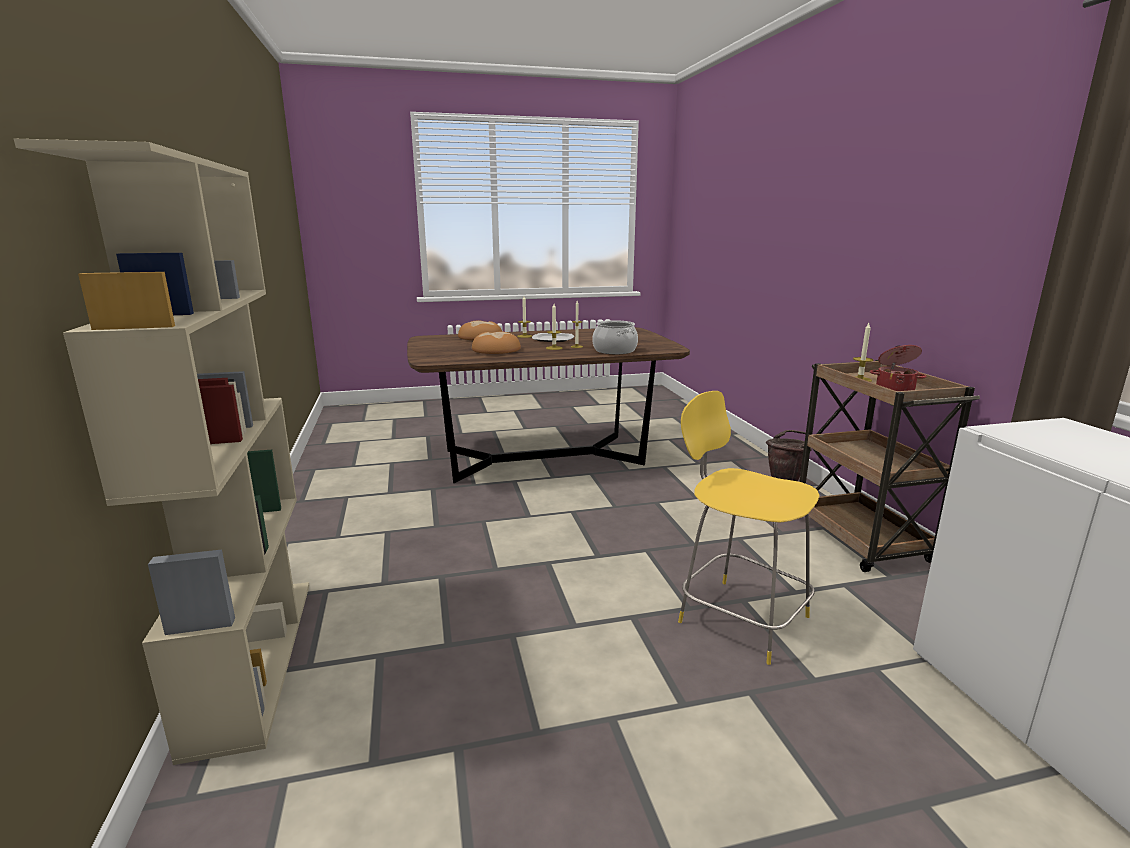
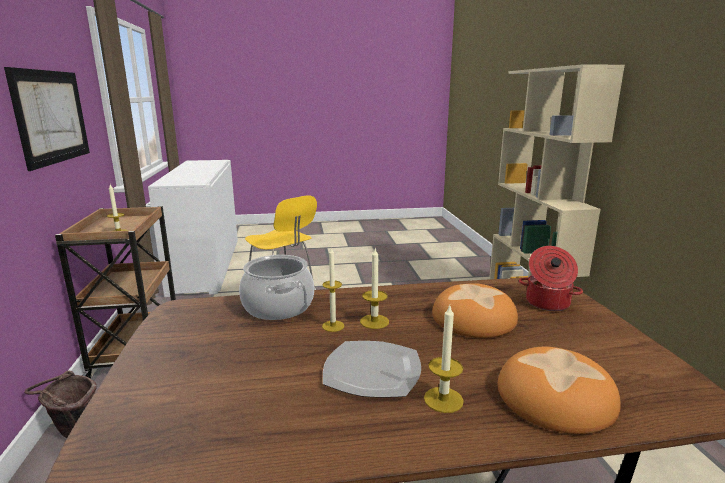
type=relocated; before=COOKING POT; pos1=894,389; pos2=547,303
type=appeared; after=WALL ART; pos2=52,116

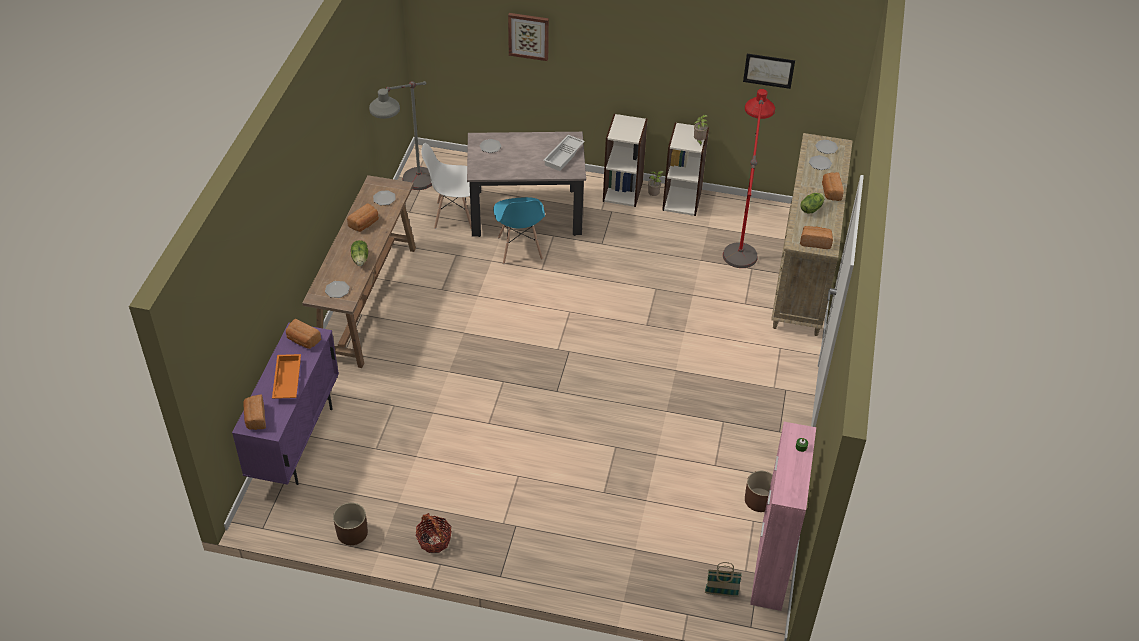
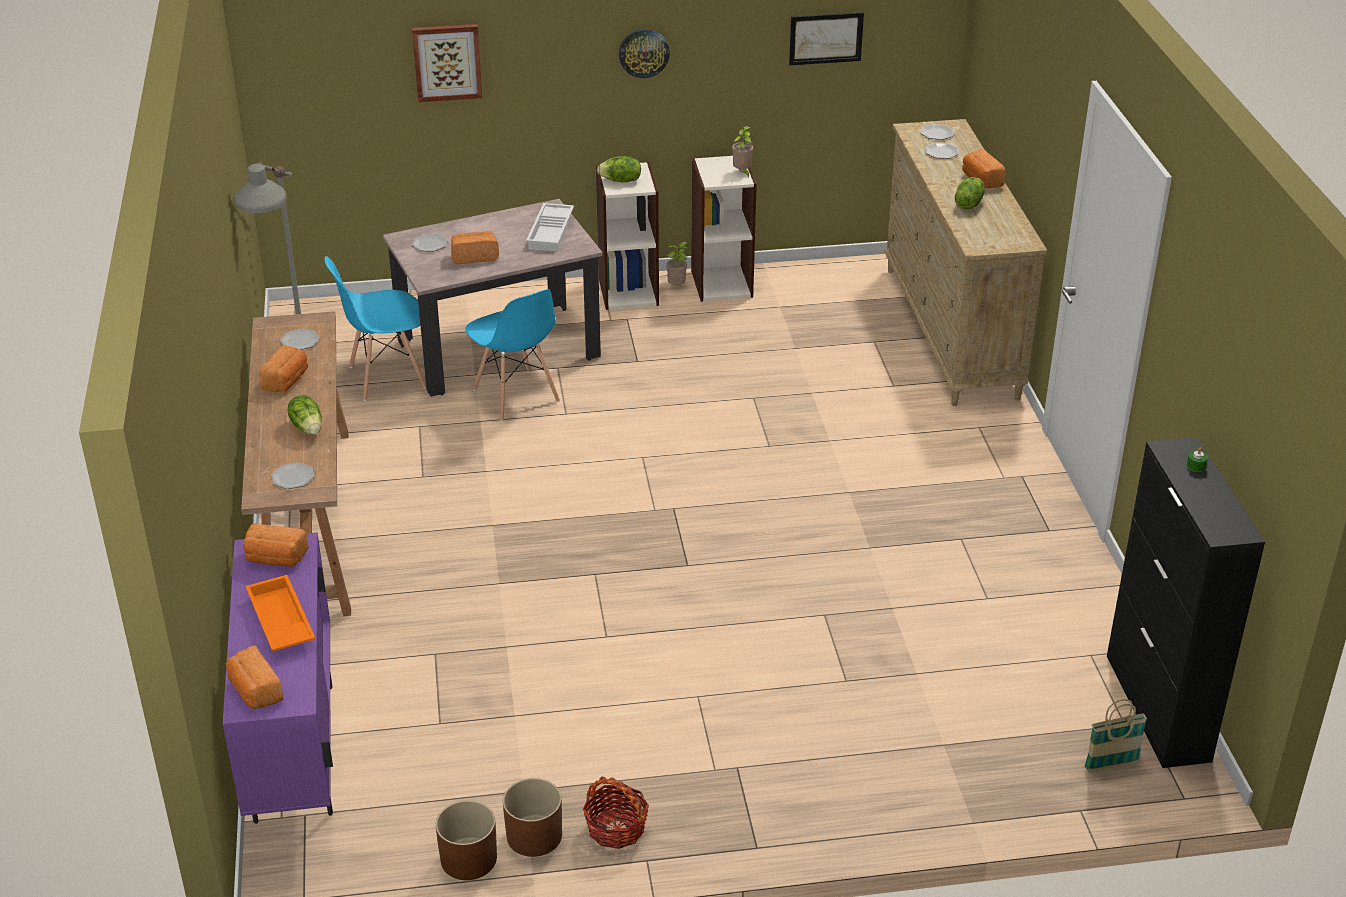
type=missing; before=RED STANDING LAMP; pos1=741,239
type=colour; before=WHITE UPRIGHT CHAIR; after=BLUISH UPRIGHT CHAIR; pos1=454,216; pos2=386,377
type=relocated; before=BAKERY BREAD; pos1=815,242; pos2=474,256
type=colour; before=PINK CABINET; after=BLACK CABINET; pos1=771,567; pos2=1157,708
type=relocated; before=BROWN PLANTER; pos1=759,500; pos2=535,835
type=appeared; after=CLOCK ON THE WALL; pos2=644,53
type=appeared; after=LETTUCE; pos2=621,181

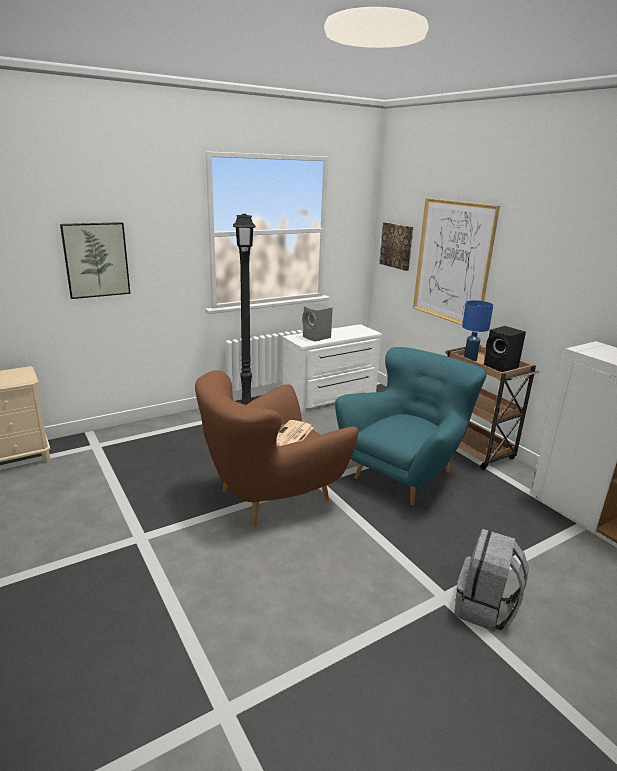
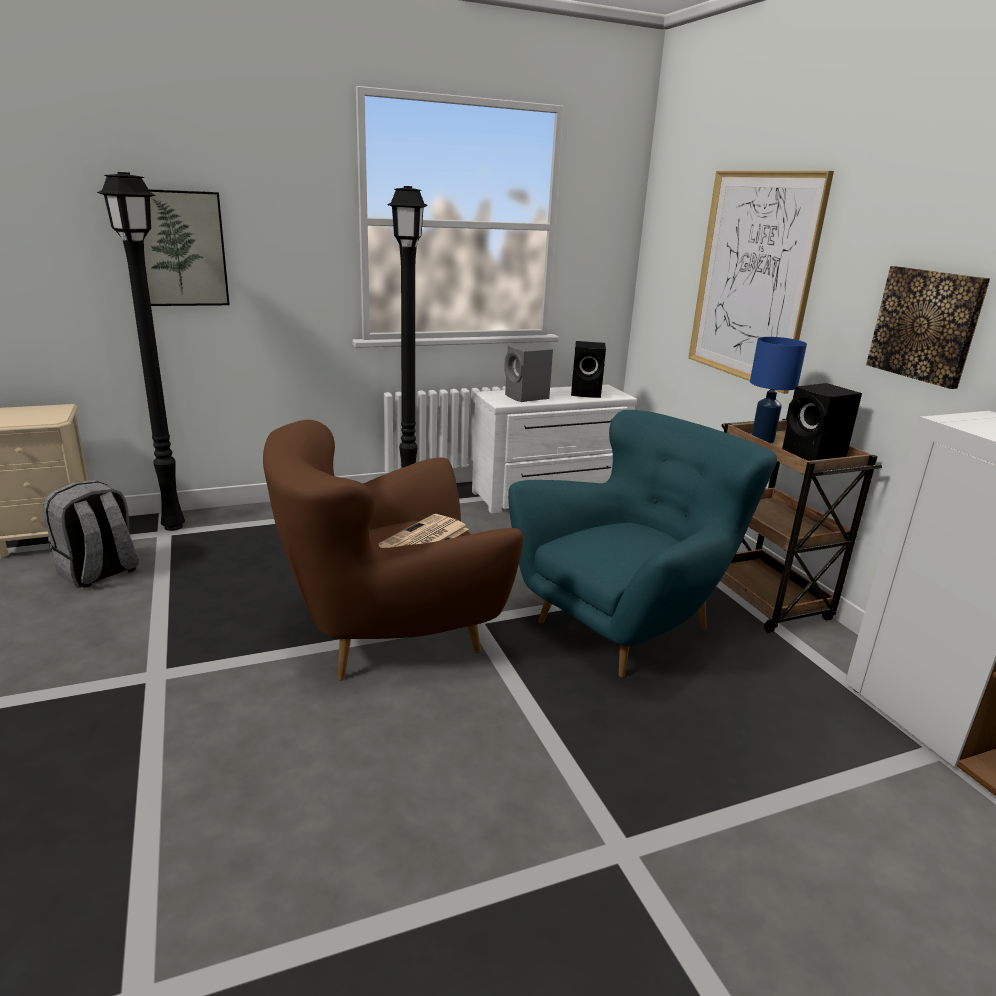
type=relocated; before=WALL ART; pos1=397,246; pos2=926,325
type=relocated; before=GREY KNAPSACK; pos1=485,608; pos2=99,573
type=appeared; after=BLACK STANDING LAMP; pos2=173,528
type=appeared; after=BLACK SPEAKER; pos2=587,393

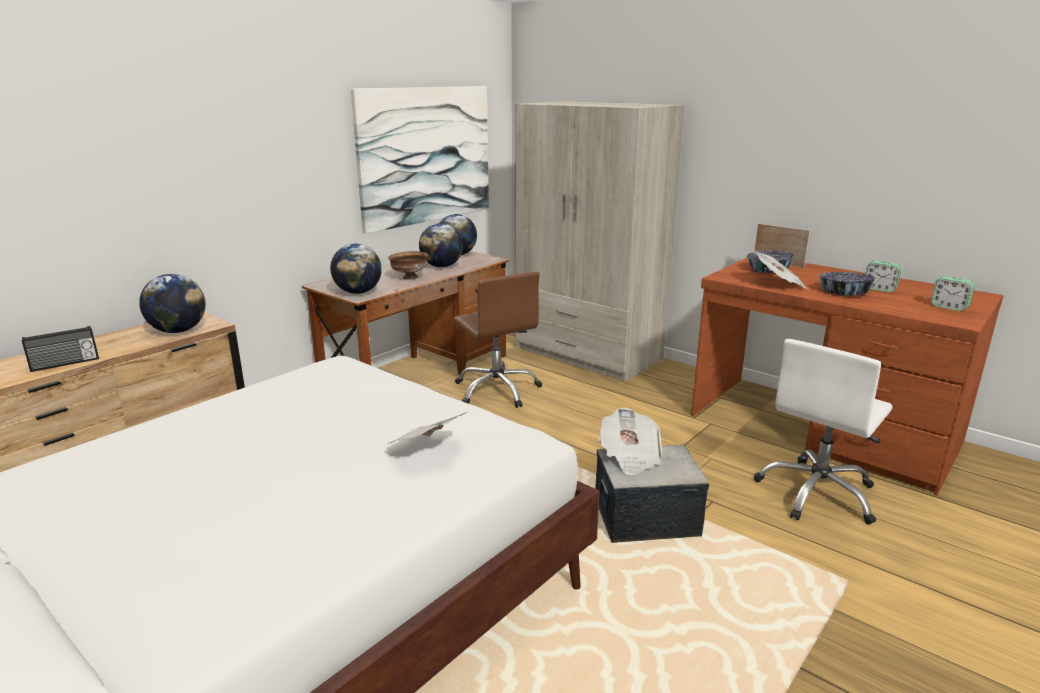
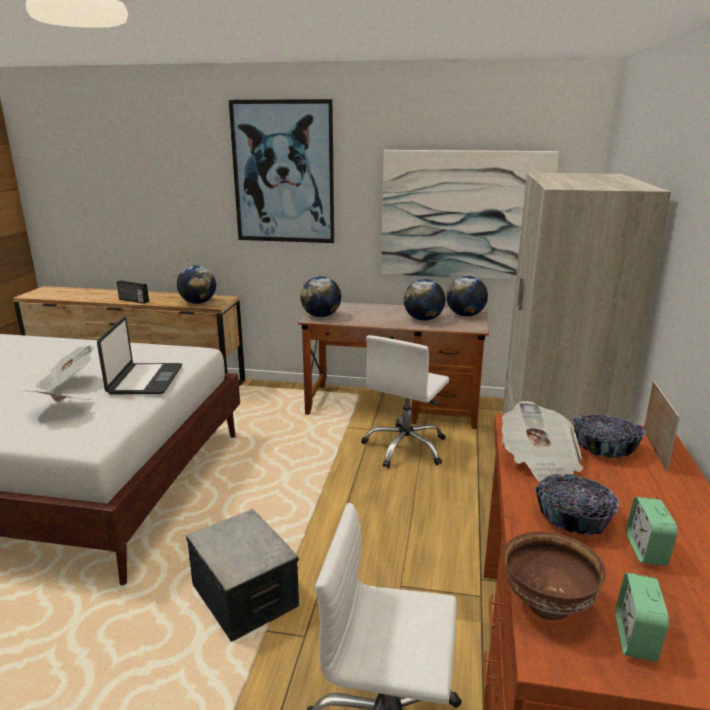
type=relocated; before=BROWN BOWL; pos1=409,278; pos2=546,605
type=colour; before=BROWN OFFICE CHAIR; after=WHITE OFFICE CHAIR; pos1=497,390; pos2=405,447
type=relocated; before=PRINTED PAPER; pos1=630,457; pos2=67,382
type=appeared; after=WALL ART; pos2=283,173
type=appeared; after=LAPTOP; pos2=144,380

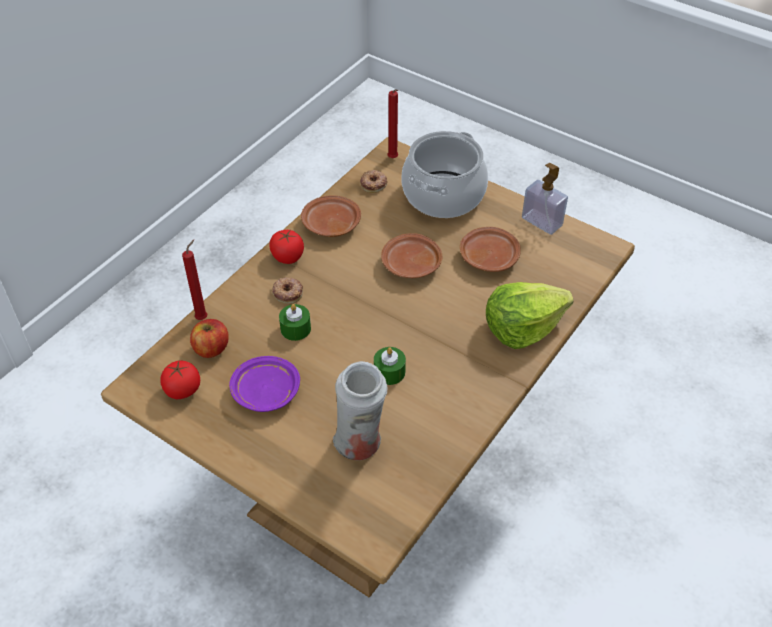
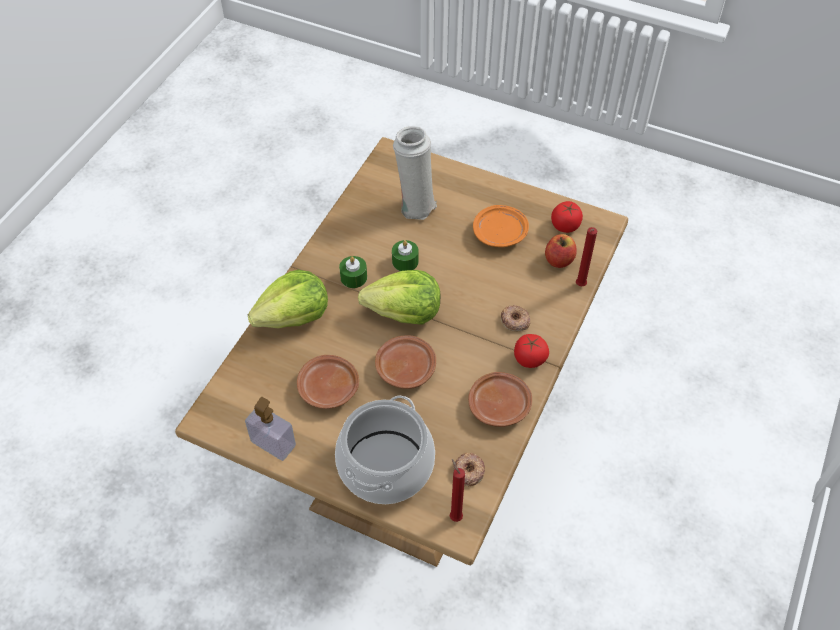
type=relocated; before=GREEN CANDLE; pos1=295,329; pos2=353,277
type=colour; before=PURPLE-COLOURED FLAT DISH; after=ORANGEY FLAT DISH; pos1=265,392; pos2=500,233
type=appeared; after=LETTUCE; pos2=404,313

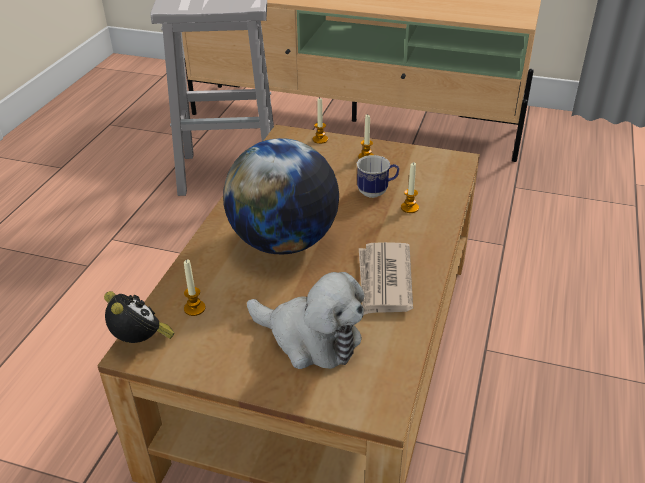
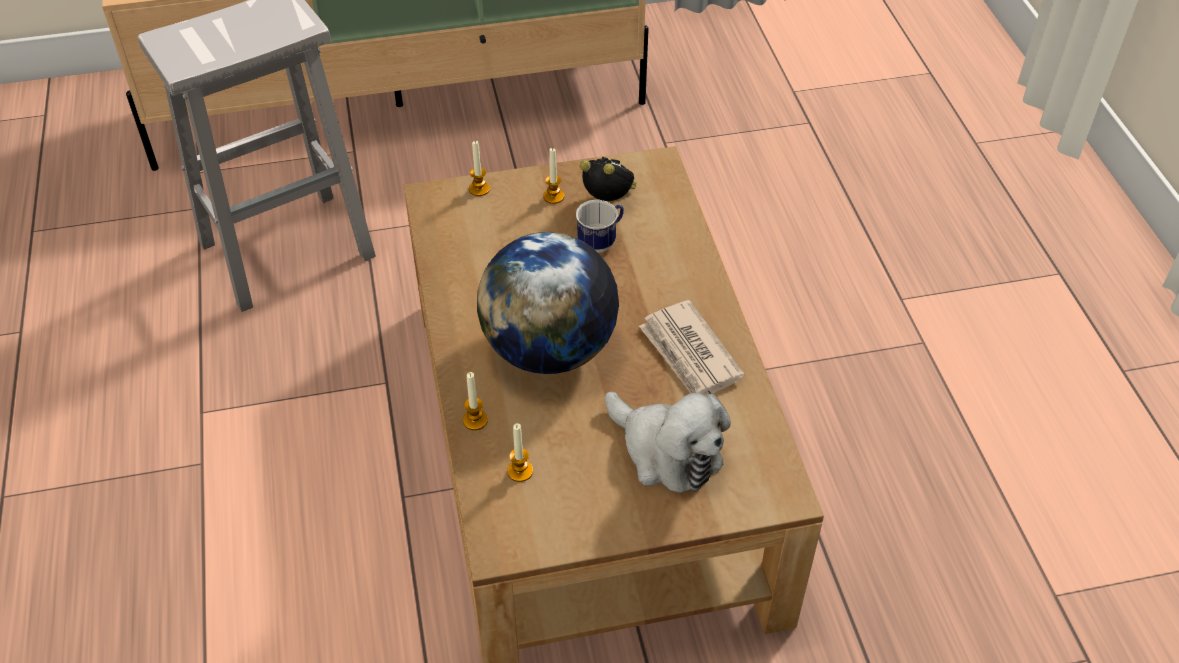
type=relocated; before=CANDLE; pos1=409,208; pos2=475,420
type=spun; before=PLUSH TOY; pos1=310,338; pos2=666,452; turn=45
type=relocated; before=ALARM CLOCK; pos1=141,342; pos2=609,201

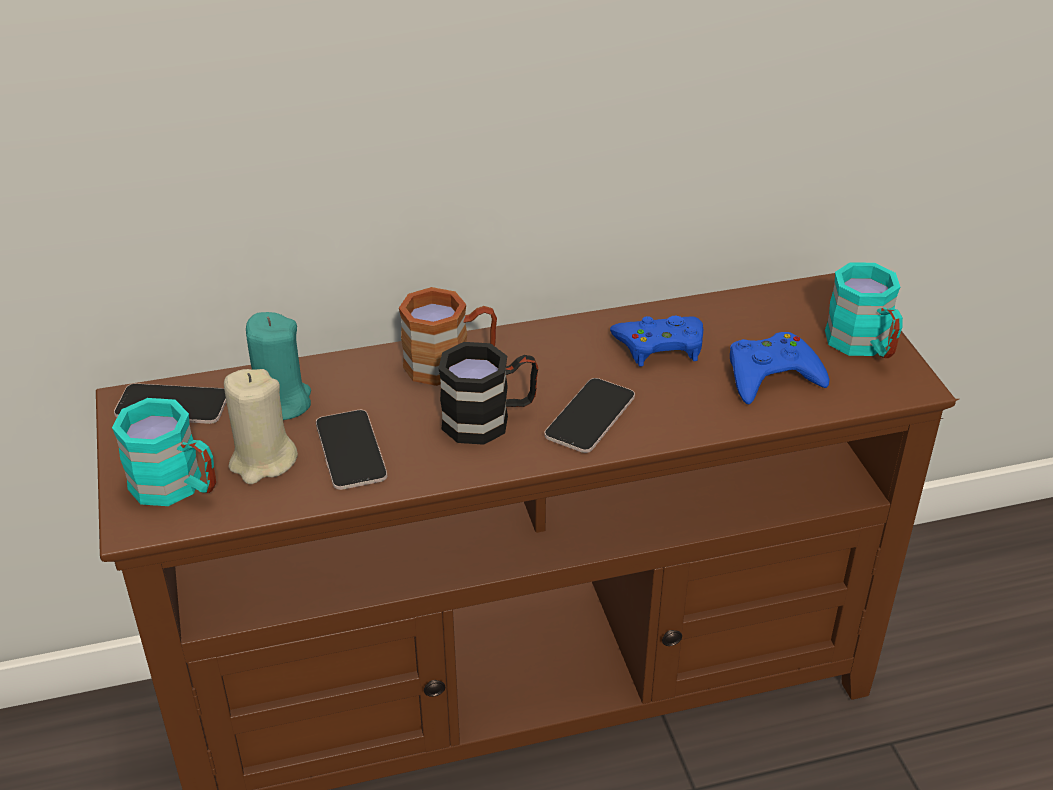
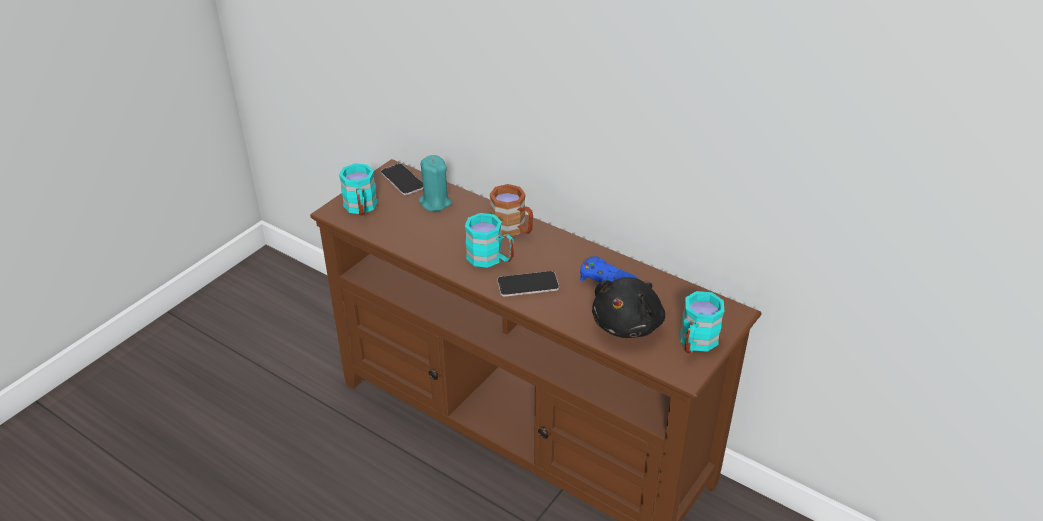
type=exchanged; before=BLUISH JOYPAD; after=BLACK PLUSH TOY; pos1=771,376; pos2=628,324
type=colour; before=BLACK COFFEE MUG; after=TURQUOISE-COLOURED COFFEE MUG; pos1=489,419; pos2=491,259
type=missing; before=BEIGE CANDLE; pos1=262,461
type=missing; before=HANDSET; pos1=351,450

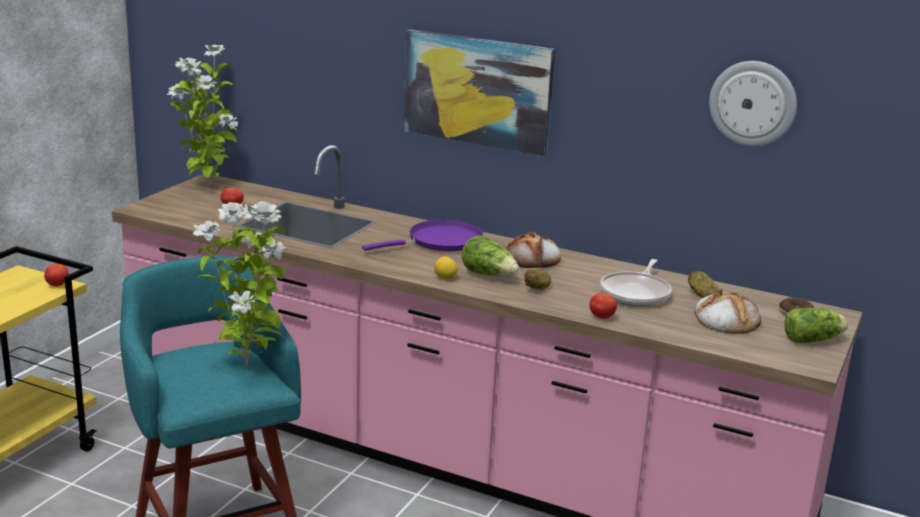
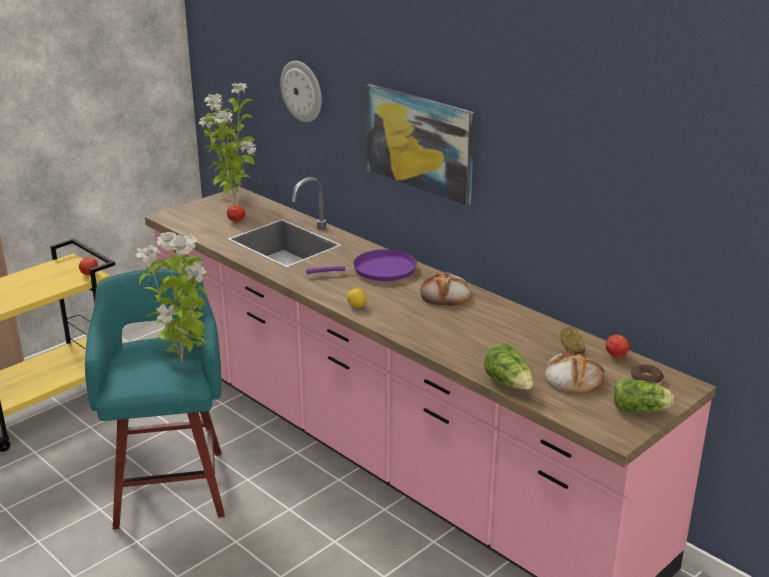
type=relocated; before=CLOCK ON THE WALL; pos1=752,103; pos2=302,91
type=relocated; before=LETTUCE; pos1=489,275; pos2=509,383
type=missing; before=PAN; pos1=636,293
type=missing; before=POTATO; pos1=538,288
type=relocated; before=TOMATO; pos1=602,317; pos2=616,355

